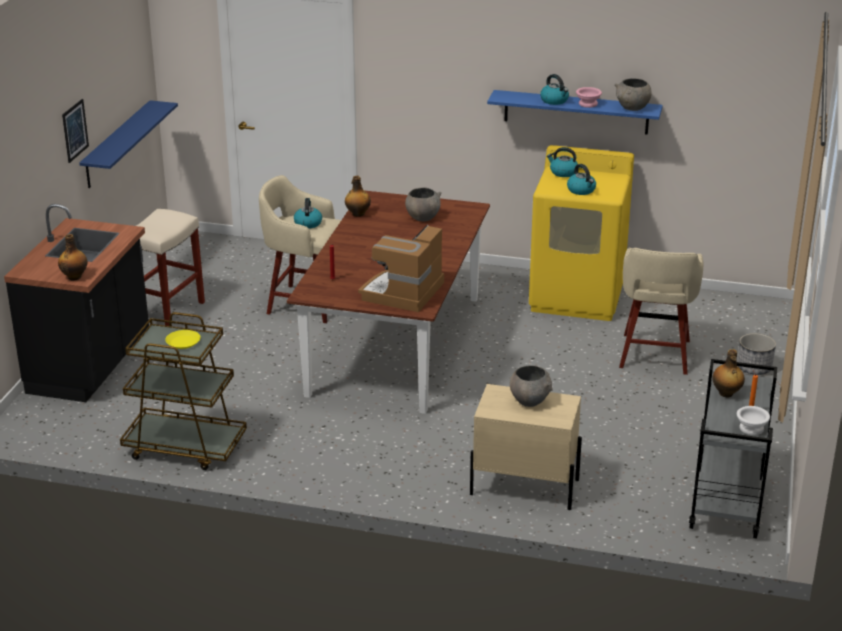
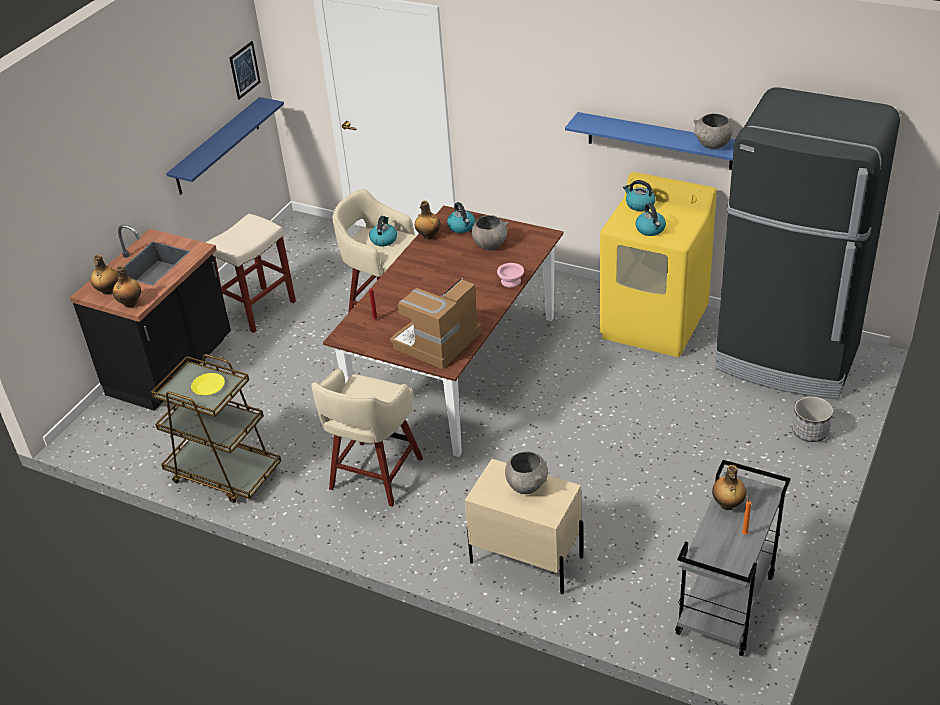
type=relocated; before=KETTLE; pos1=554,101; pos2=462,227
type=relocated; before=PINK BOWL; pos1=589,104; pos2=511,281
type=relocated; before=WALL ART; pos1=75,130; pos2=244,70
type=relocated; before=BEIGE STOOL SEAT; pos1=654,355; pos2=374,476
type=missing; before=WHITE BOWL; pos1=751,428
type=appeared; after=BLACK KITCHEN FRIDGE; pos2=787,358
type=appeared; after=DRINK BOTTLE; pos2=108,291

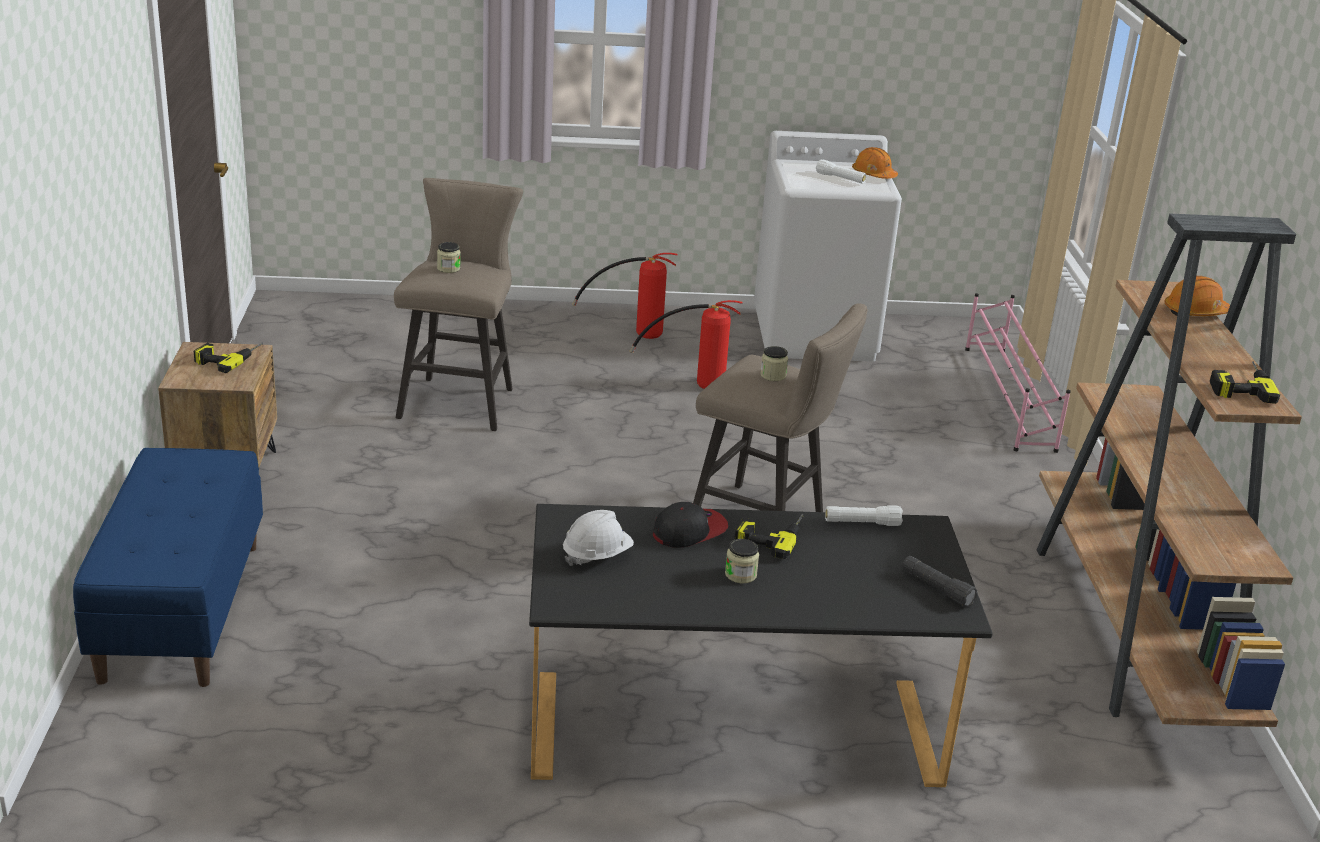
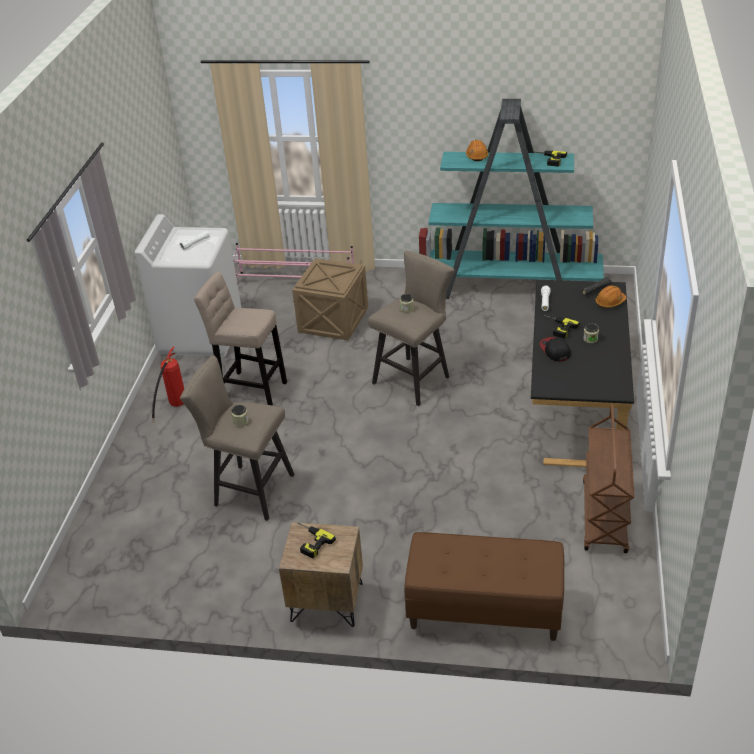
type=relocated; before=ORANGEY HARD HAT; pos1=873,175; pos2=610,302
type=colour; before=BROWN BOOKCASE; after=TURQUOISE-COLOURED BOOKCASE; pos1=1133,632; pos2=508,285
type=exchanged; before=FIRE-FIGHTING CYLINDER; after=BEIGE STOOL SEAT; pos1=694,382; pos2=250,388
type=colour; before=BLUISH LONG SEAT; after=BROWN LONG SEAT; pos1=180,610; pos2=483,610
type=missing; before=WHITE HARD HAT; pos1=597,555
type=appeared; after=SHIPPING CRATE; pos2=334,320
type=appeared; after=BROWN WHEELED CART; pos2=605,517

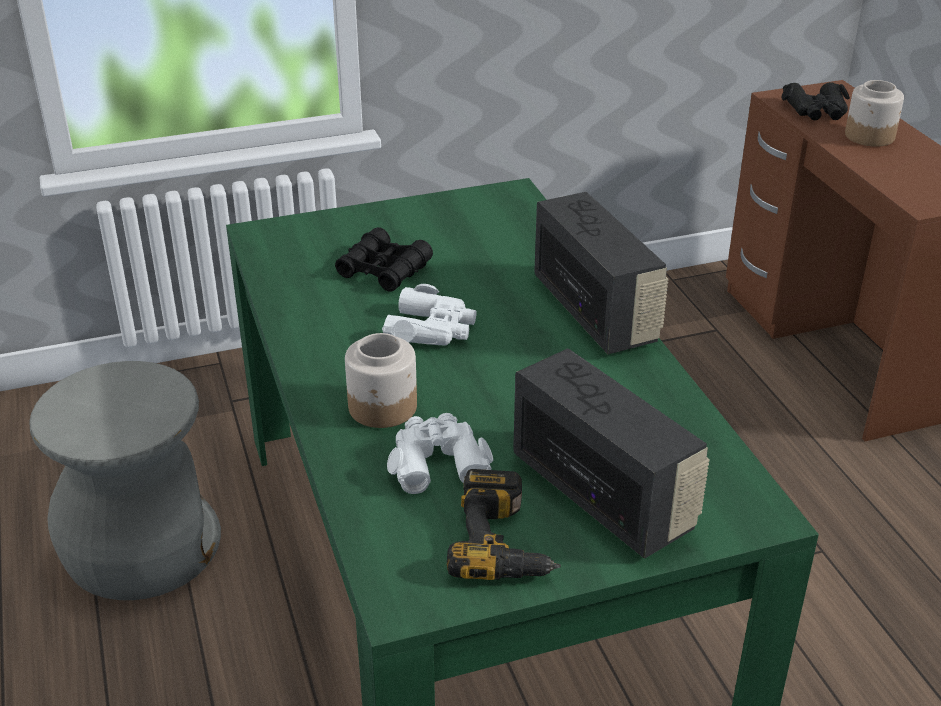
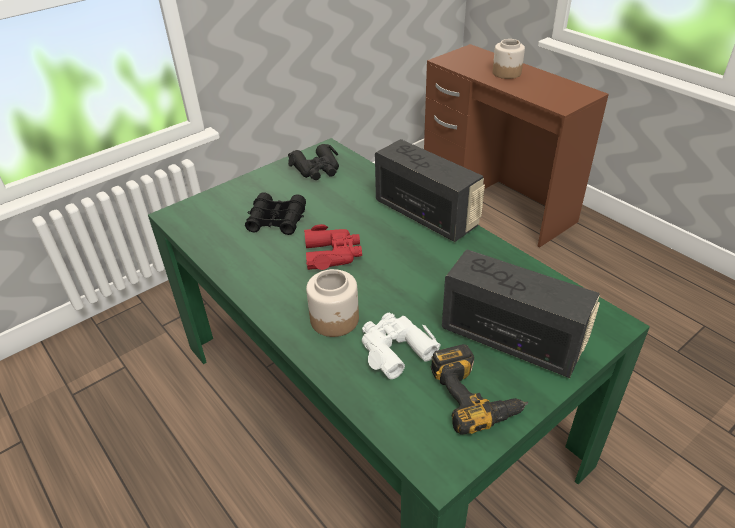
type=relocated; before=BLACK PAIR OF BINOCULARS; pos1=816,111; pos2=317,169
type=colour; before=WHITE PAIR OF BINOCULARS; after=RED PAIR OF BINOCULARS; pos1=431,329; pos2=333,254
type=missing; before=GREY STOOL SEAT; pos1=141,547

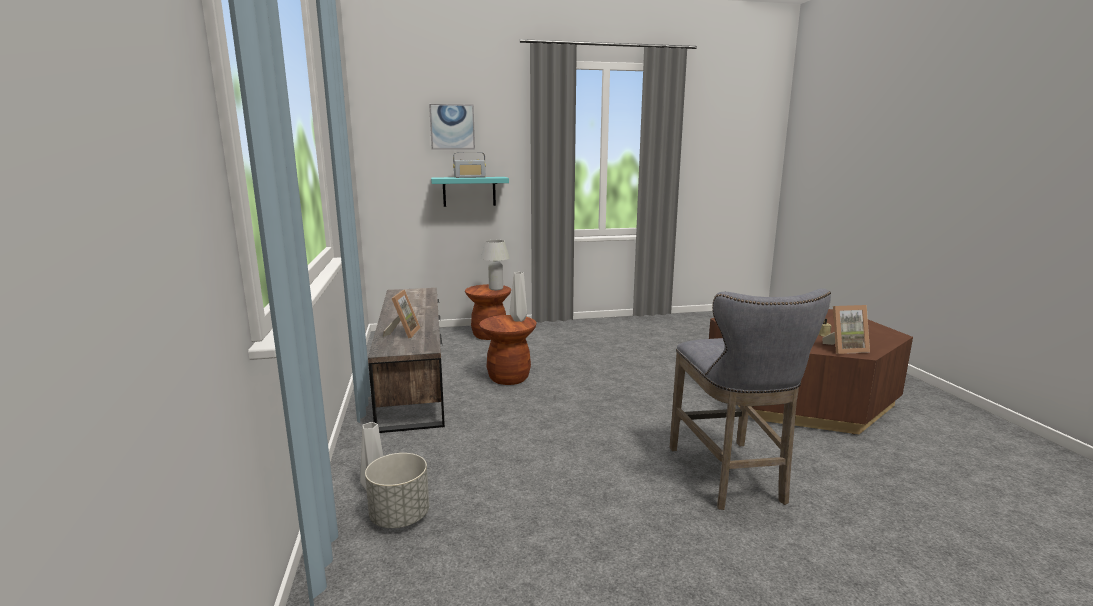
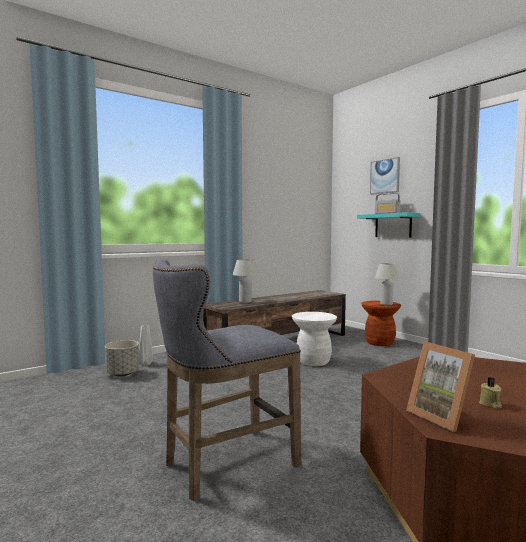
type=missing; before=GREY DECORATIVE VASE; pos1=518,320
type=exchanged; before=PICTURE FRAME; after=WHITE TABLETOP LAMP; pos1=403,333; pos2=245,302
type=colour; before=BROWN STOOL SEAT; after=WHITE STOOL SEAT; pos1=509,378; pos2=313,361

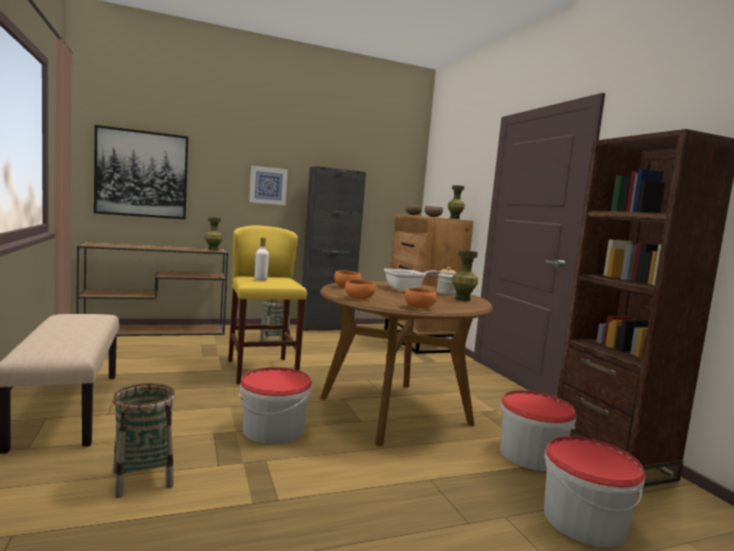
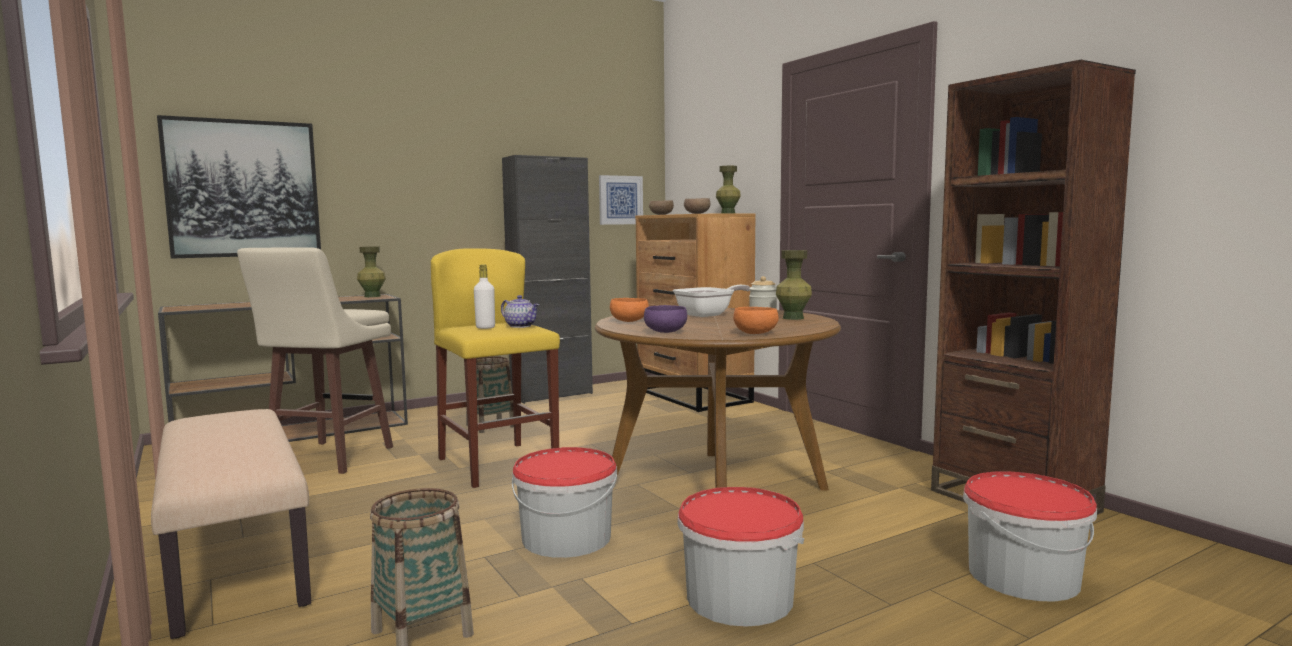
type=relocated; before=WALL ART; pos1=268,185; pos2=620,200
type=colour; before=ORANGEY BOWL; after=PURPLE-COLOURED BOWL; pos1=359,299; pos2=666,332
type=relocated; before=PAIL; pos1=531,455; pos2=739,598
type=appeared; after=BEIGE STOOL SEAT; pos2=328,458
type=appeared; after=TEAPOT; pos2=521,326

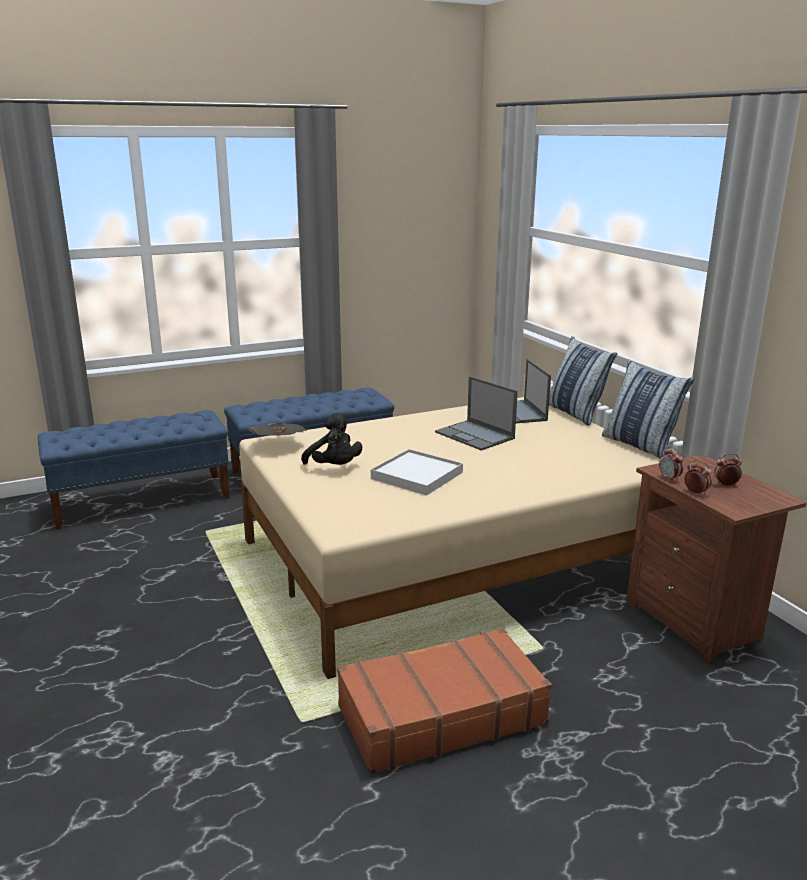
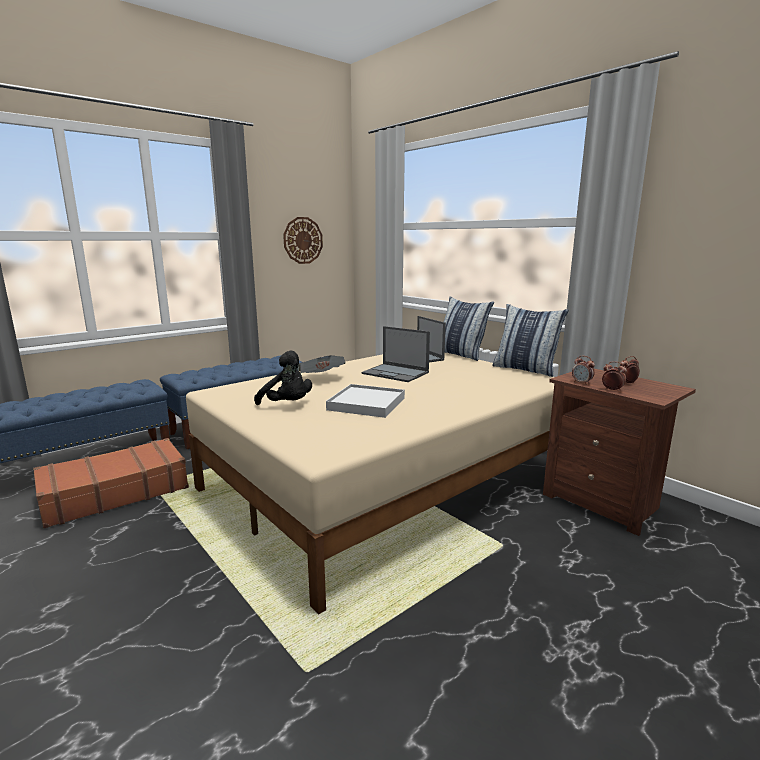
type=relocated; before=PRINTED PAPER; pos1=278,445; pos2=321,378
type=relocated; before=BROWN SUITCASE; pos1=440,714; pos2=115,493
type=appeared; after=CLOCK ON THE WALL; pos2=303,240

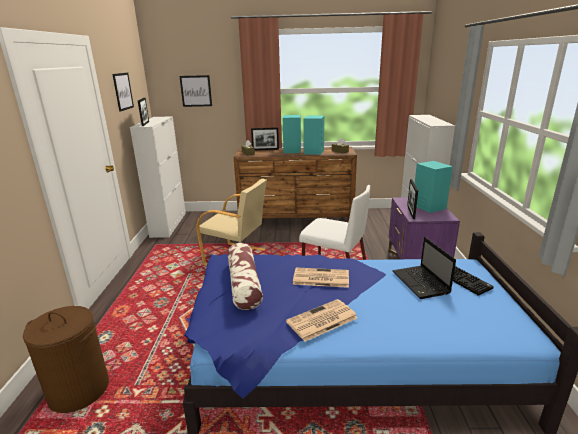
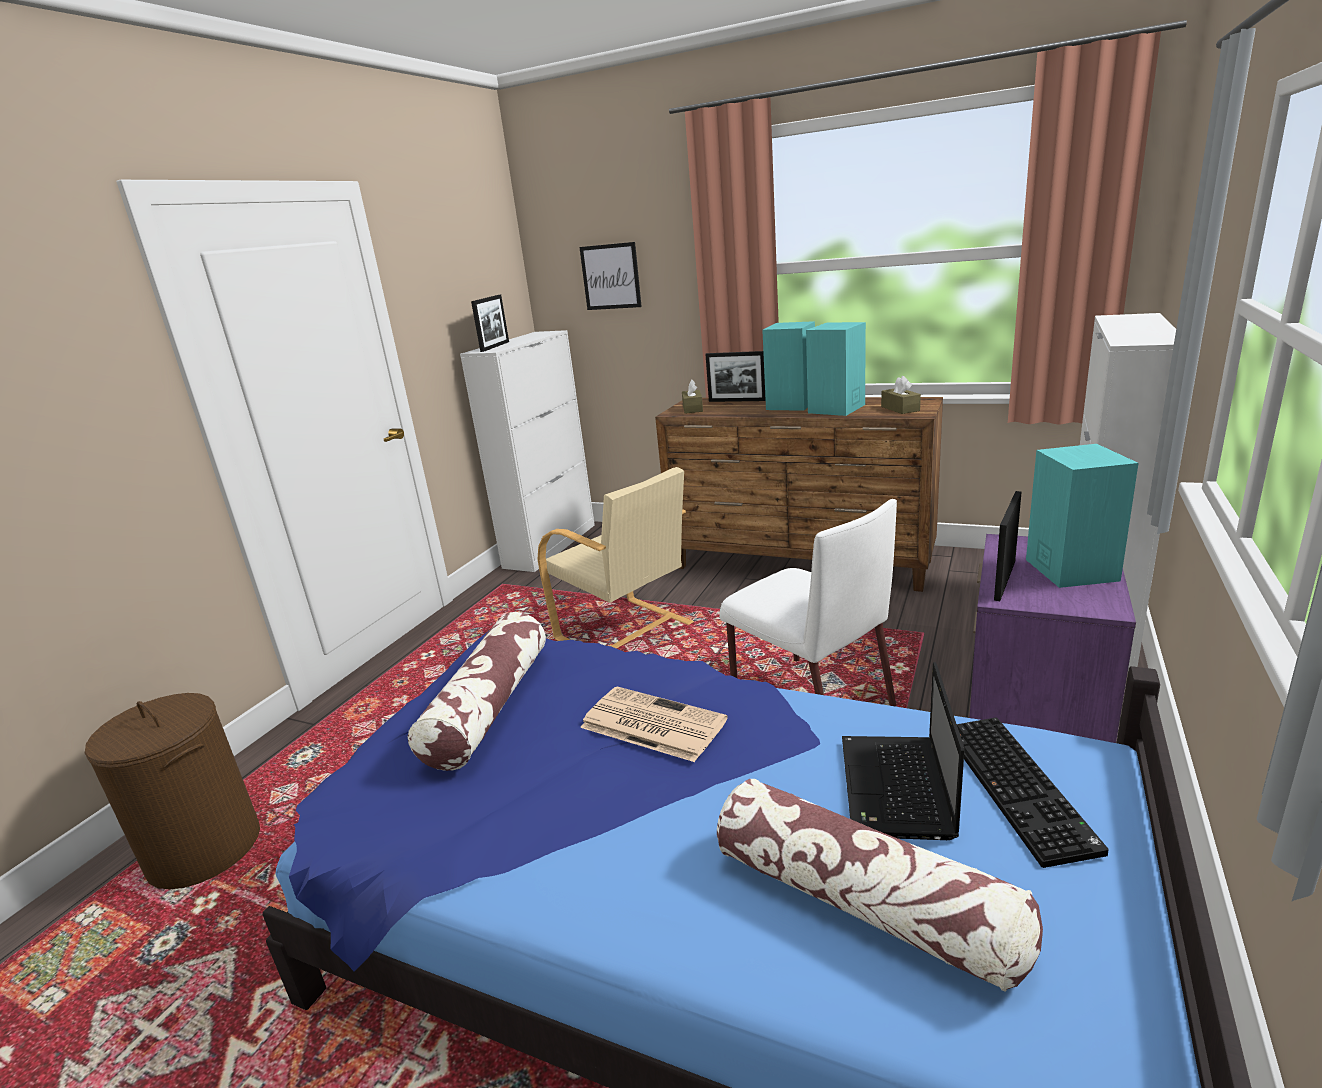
type=missing; before=WALL ART; pos1=123,91
type=missing; before=PRINTED PAPER; pos1=321,320
type=appeared; after=CUSHION; pos2=864,903

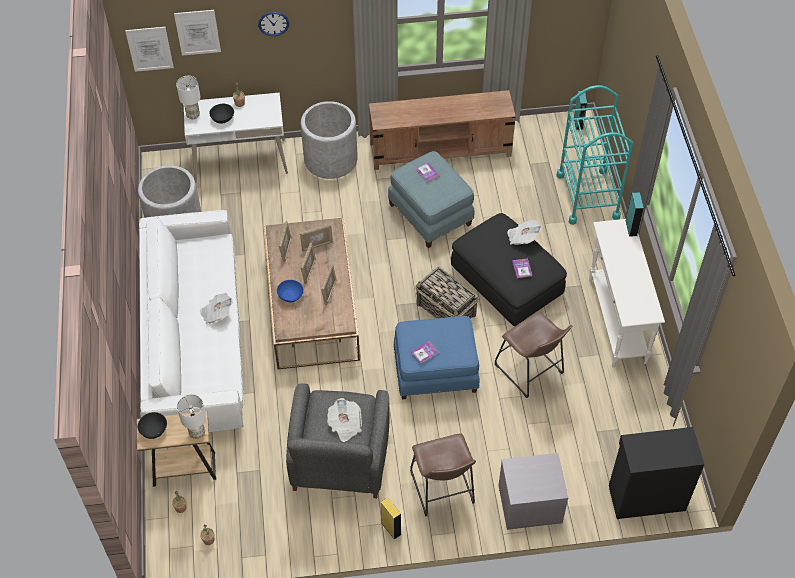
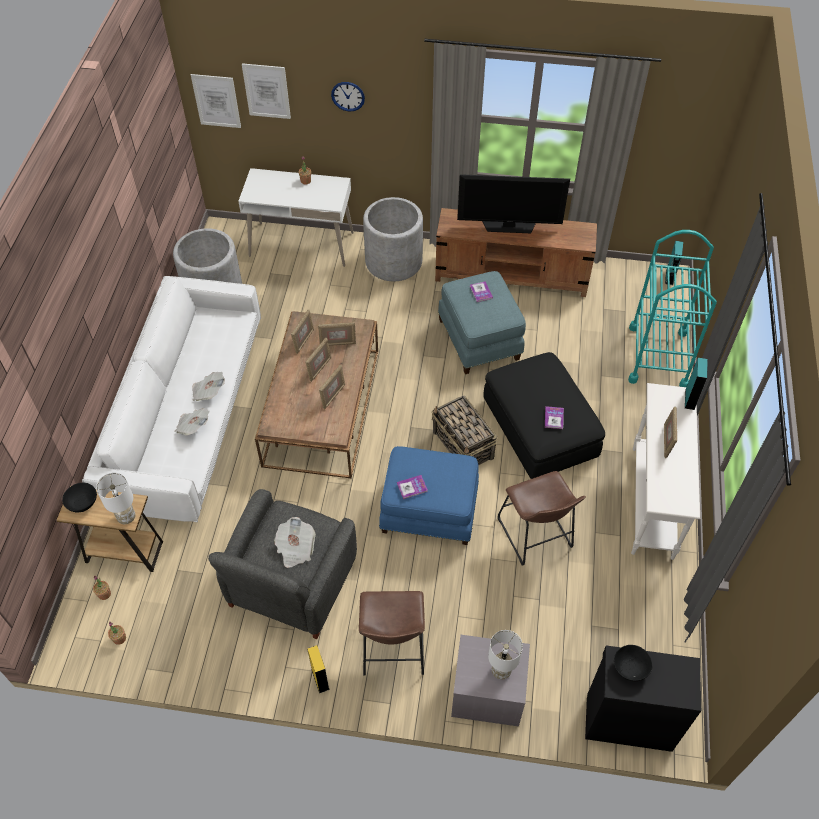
type=relocated; before=WHITE TABLETOP LAMP; pos1=193,115; pos2=500,671
type=relocated; before=BLACK BOWL; pos1=222,118; pos2=630,667
type=relocated; before=PRINTED PAPER; pos1=522,237; pos2=193,427
type=missing; before=BLUISH BOWL; pos1=290,295
type=appeared; after=TELEVISION; pos2=509,226
type=appeared; after=PICTURE FRAME; pos2=666,441

